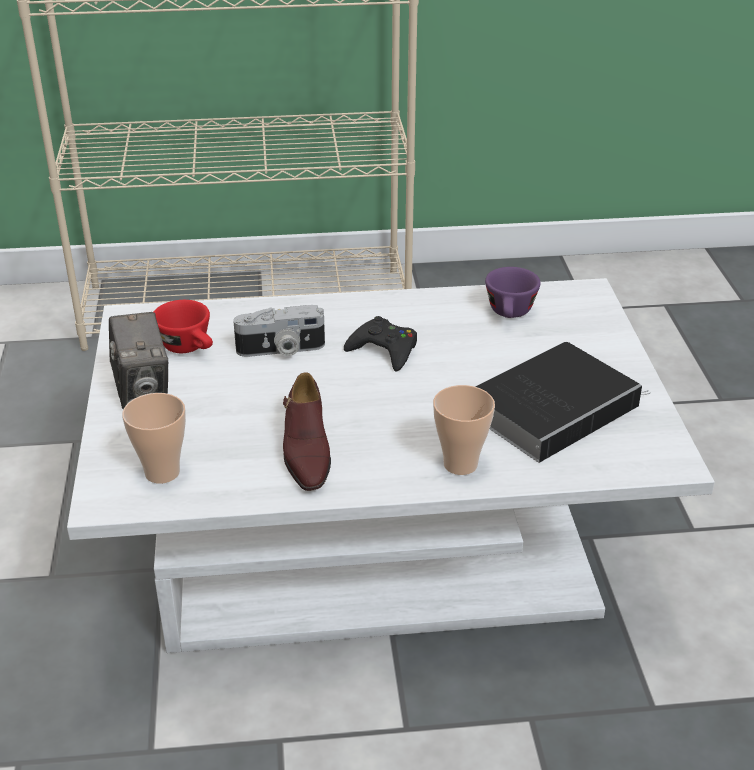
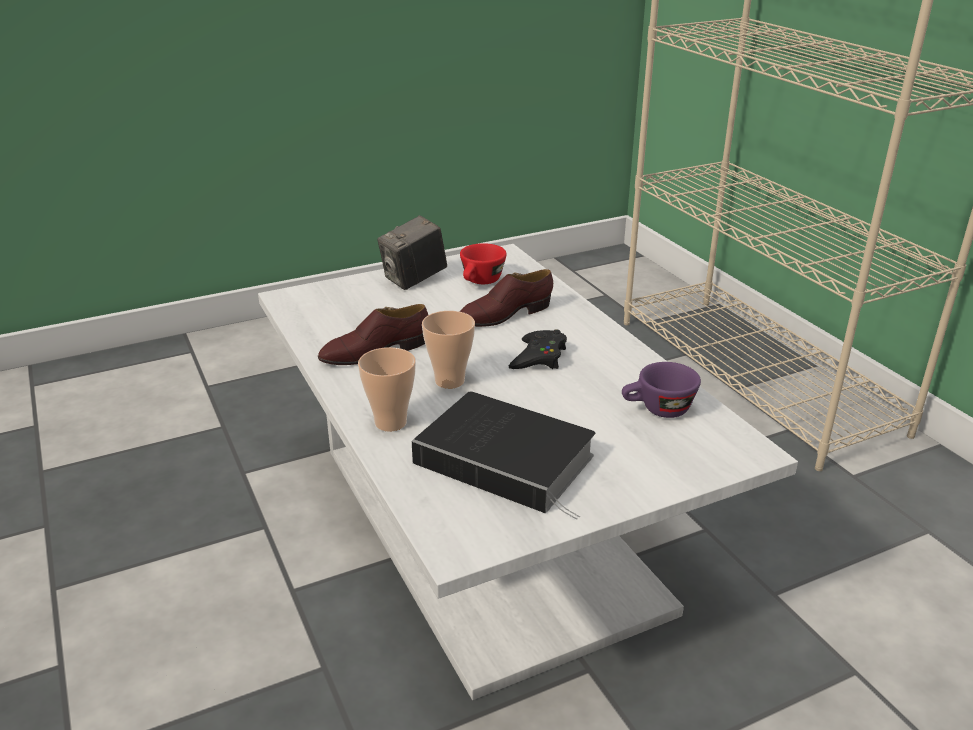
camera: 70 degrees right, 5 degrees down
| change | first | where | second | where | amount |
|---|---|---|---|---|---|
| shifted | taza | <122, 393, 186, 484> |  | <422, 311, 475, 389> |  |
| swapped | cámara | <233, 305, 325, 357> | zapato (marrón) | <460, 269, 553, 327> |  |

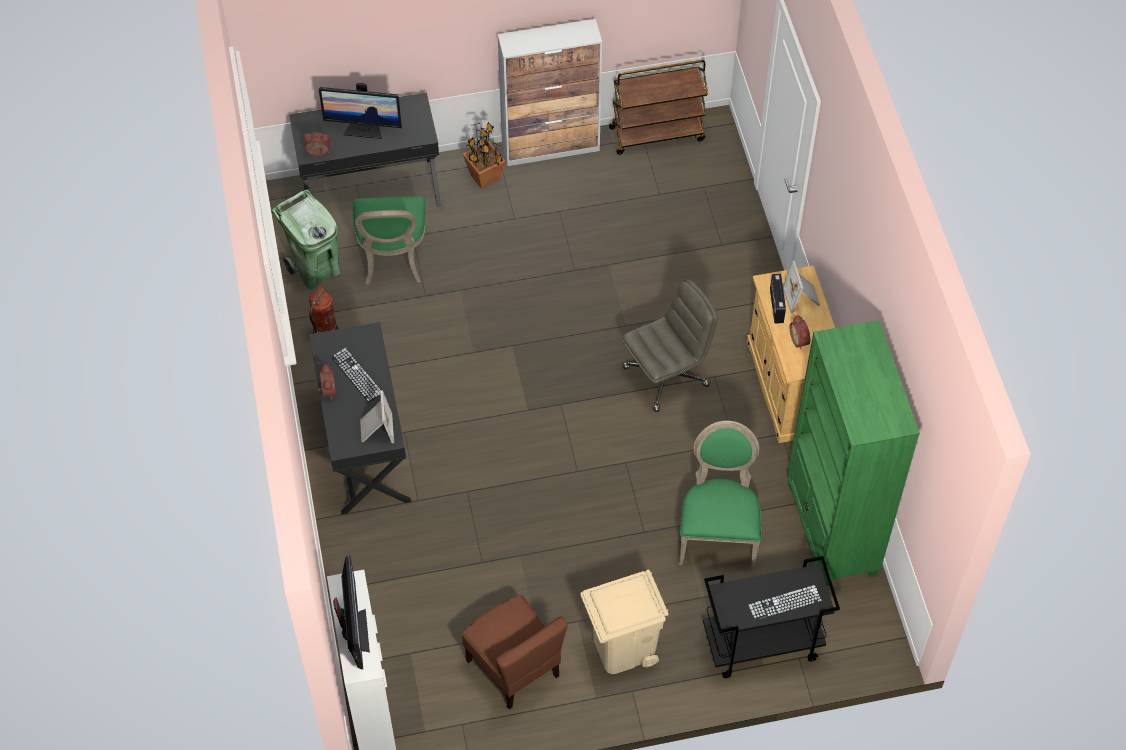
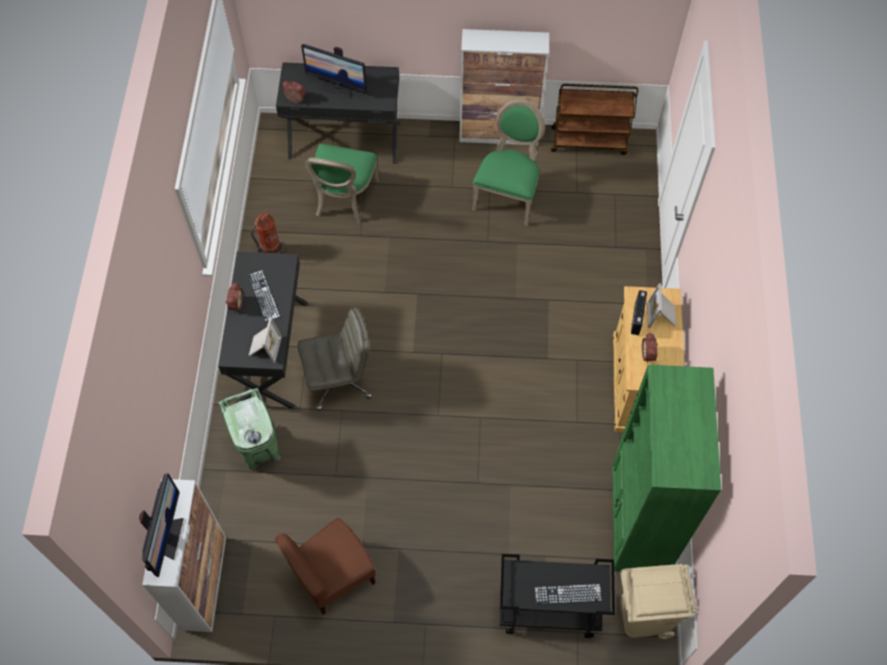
camera: 15 degrees right, 5 degrees up
| change | first | where | second | where | amount |
|---|---|---|---|---|---|
| shifted | papelera (verde) | <271, 189, 341, 290> |  | <218, 388, 281, 470> |  |
| rotated | silla (marrón) | <462, 595, 568, 709> |  | <275, 518, 376, 615> | 75 degrees clockwise |
| gone | planta en maceta | <463, 122, 505, 189> |  |  |  |
| shifted | papelera (beis) | <581, 570, 669, 674> |  | <620, 564, 697, 639> |  |
| shifted | silla de oficina (gris) | <622, 279, 718, 412> |  | <297, 308, 372, 411> |  |
| shifted | silla (verde) | <679, 421, 762, 570> |  | <472, 99, 545, 226> |  |

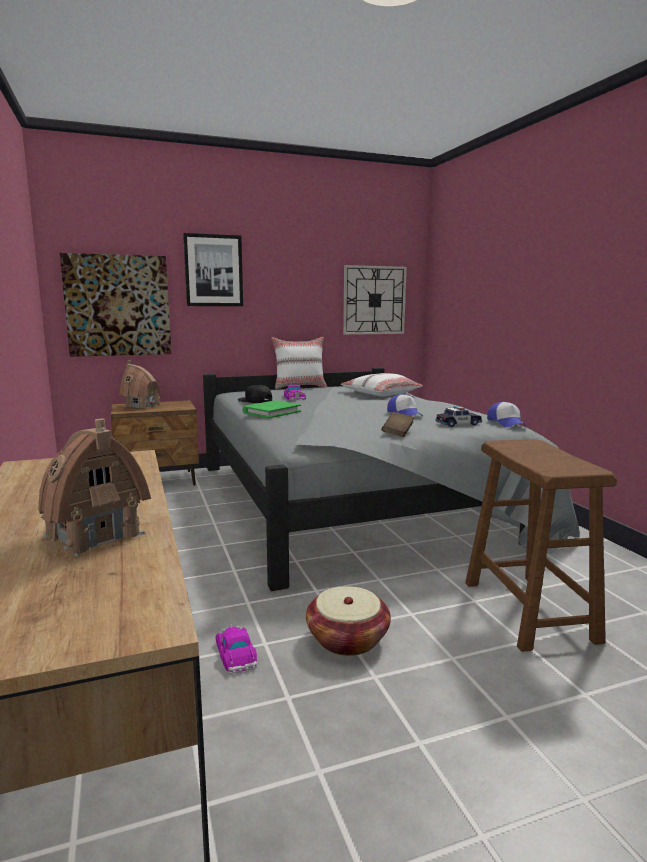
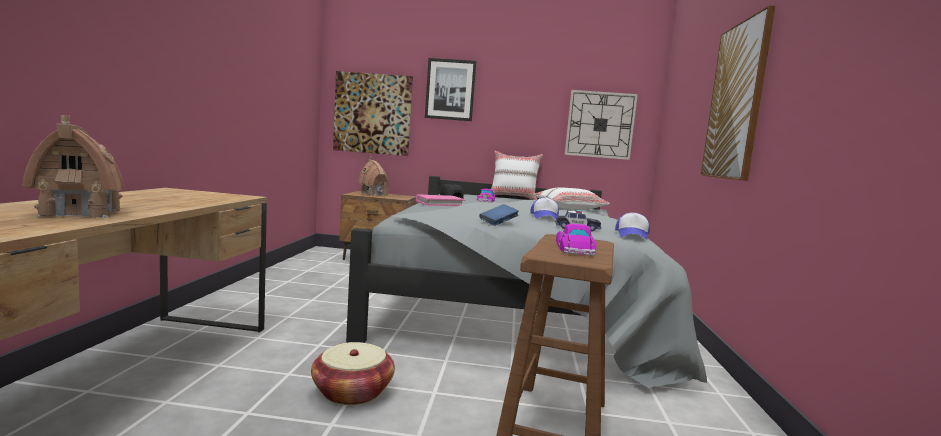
camera: 25 degrees right, 5 degrees down
| change | first | where | second | where | amount |
|---|---|---|---|---|---|
| shifted | coche de juguete | <216, 623, 257, 674> |  | <556, 224, 597, 256> |  |
| repainted | libro (verde) | <242, 400, 301, 418> | libro (rosa) | <416, 194, 465, 206> |  |
| repainted | libro (marrón) | <382, 412, 415, 437> | libro (azul) | <479, 204, 519, 226> |  |
| new |  |  | cuadro | <701, 5, 776, 181> |  |

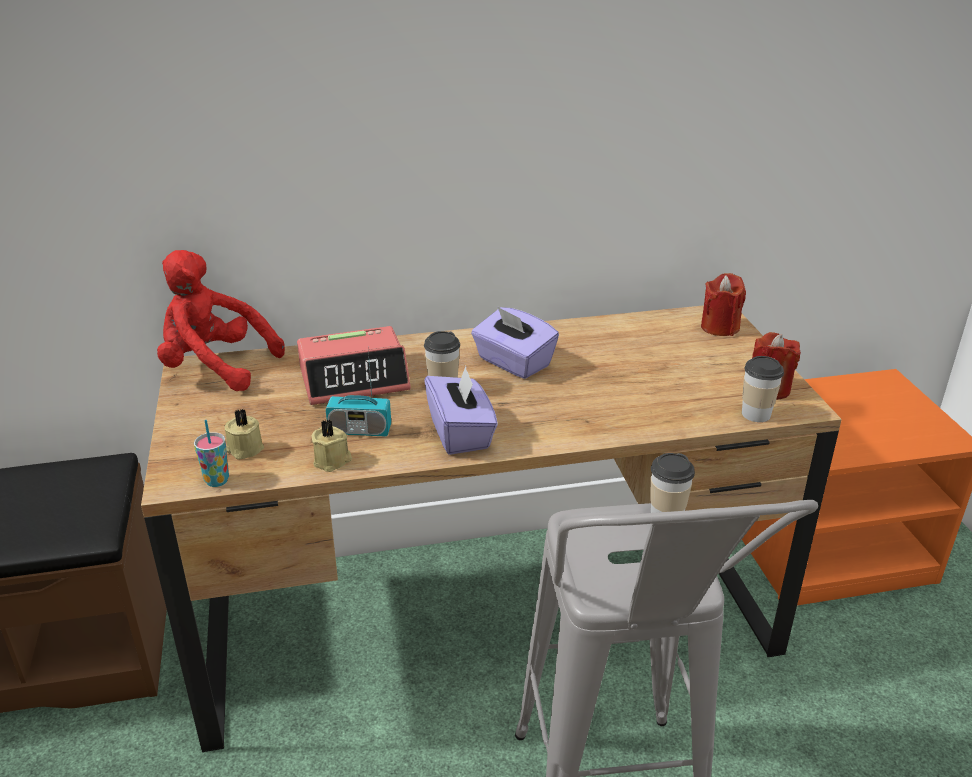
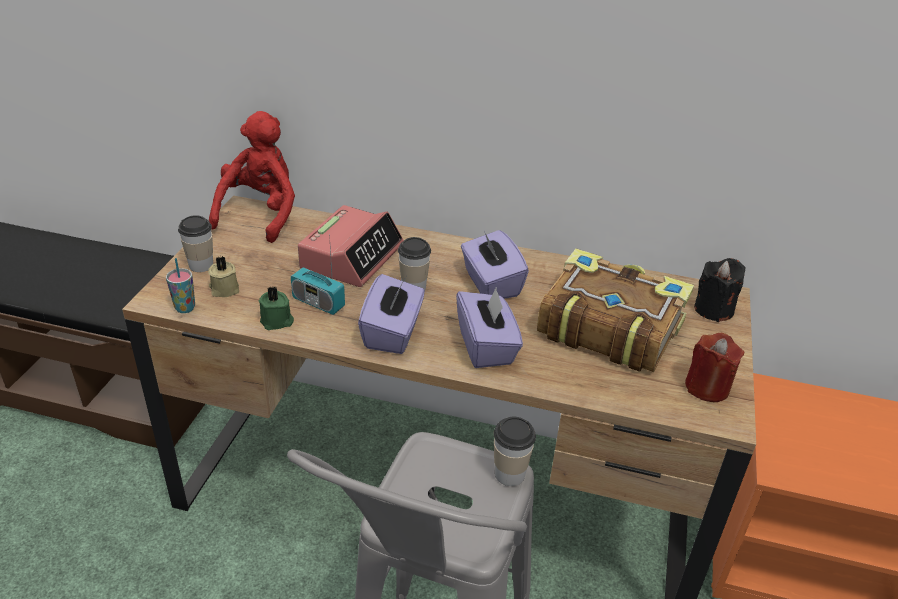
camera: 25 degrees right, 5 degrees up
| change | first | where | second | where | amount |
|---|---|---|---|---|---|
| rotated | peluche (rojo) | <157, 250, 285, 391> |  | <209, 111, 295, 243> | 60 degrees clockwise |
| rotated | despertador | <297, 326, 411, 405> |  | <298, 205, 404, 287> | 75 degrees counterclockwise |
| repainted | vela (beis) | <312, 420, 352, 472> | vela (verde) | <259, 287, 294, 330> |  |
| repainted | vela (rojo) | <701, 273, 746, 336> | vela (negro) | <694, 258, 745, 322> |  |
| shifted | taza | <742, 356, 784, 422> |  | <178, 215, 213, 272> |  |
| new |  |  | caja de pañuelos (morado) | <456, 286, 523, 368> |  |
| new |  |  | libro | <537, 249, 694, 372> |  |

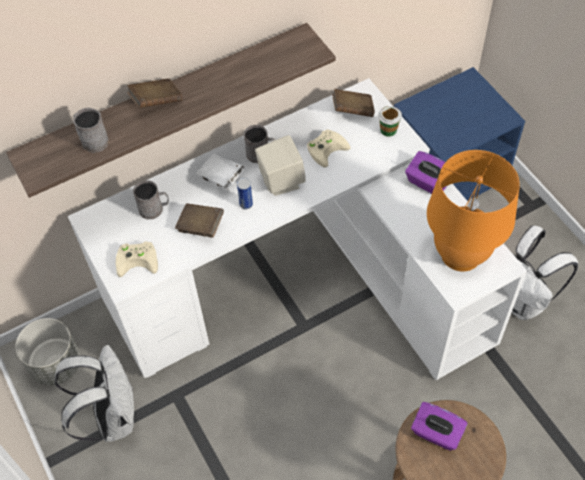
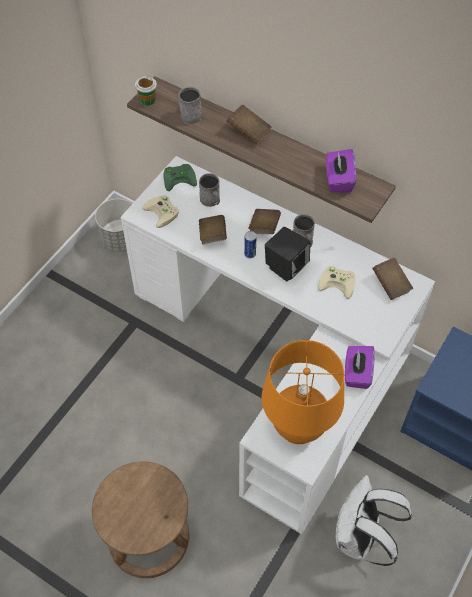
camera: 60 degrees right, 0 degrees up
| change | first | where | second | where | amount |
|---|---|---|---|---|---|
| gone | mochila (blanco) | <55, 345, 134, 442> |  |  |  |
| repainted | libro (blanco) | <197, 153, 244, 190> | libro (marrón) | <248, 209, 281, 234> |  |
| repainted | altavoz (beis) | <255, 135, 306, 196> | altavoz (negro) | <265, 227, 310, 281> |  |
| shifted | taza | <378, 106, 402, 137> |  | <135, 76, 157, 106> |  |
| shifted | caja de pañuelos (morado) | <411, 402, 468, 451> |  | <326, 149, 356, 192> |  |
| new |  |  | mando de consola (verde) | <163, 164, 197, 191> |  |

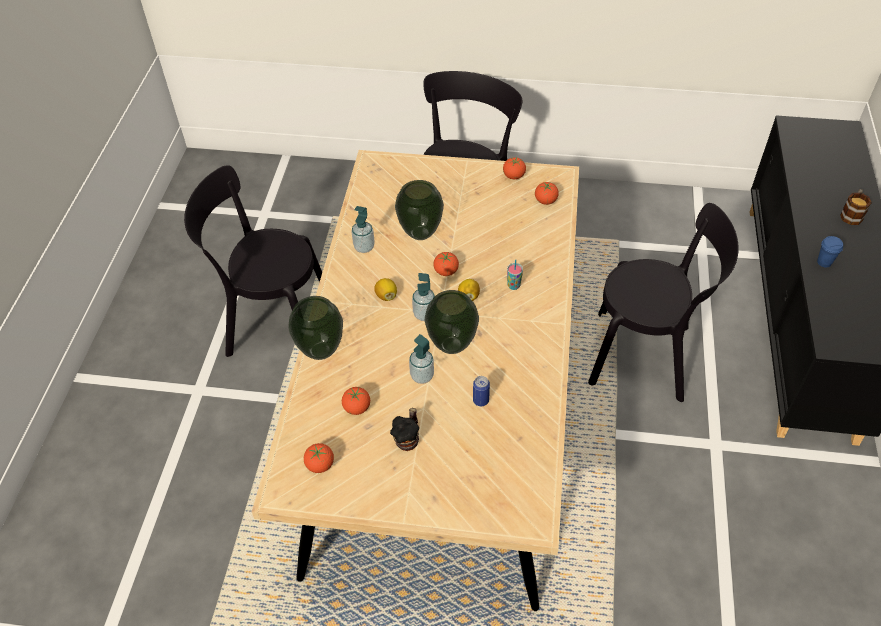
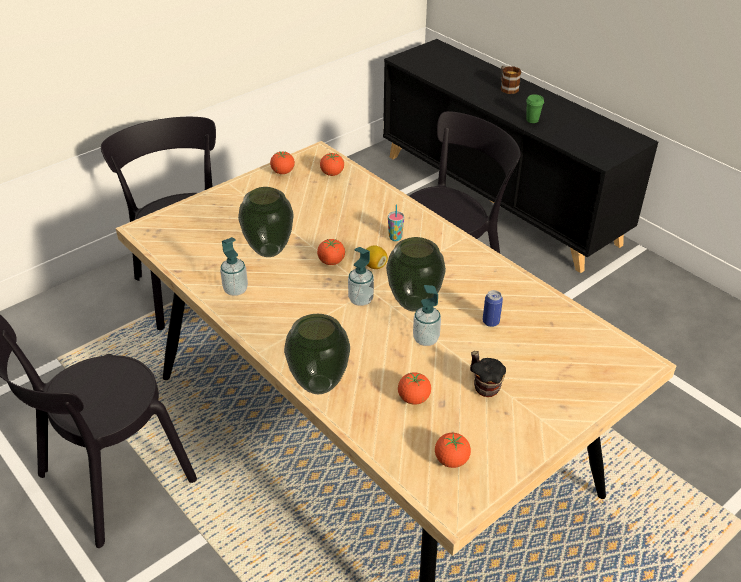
camera: 50 degrees left, 10 degrees down
| change | first | where | second | where | amount |
|---|---|---|---|---|---|
| gone | limón | <374, 278, 397, 301> |  |  |  |
| repainted | taza (azul) | <817, 236, 843, 267> | taza (verde) | <526, 94, 544, 123> |  |

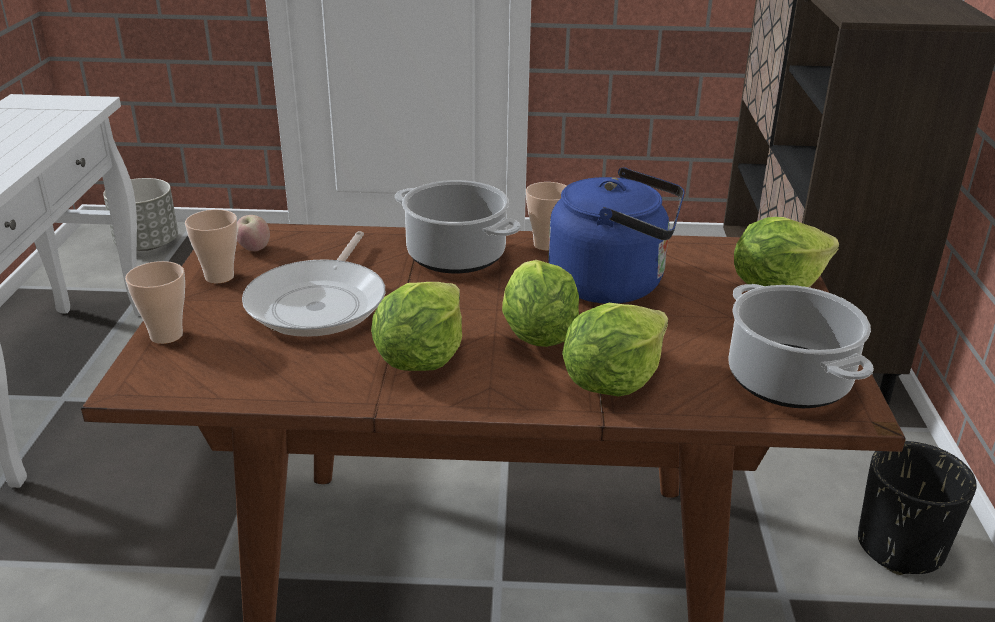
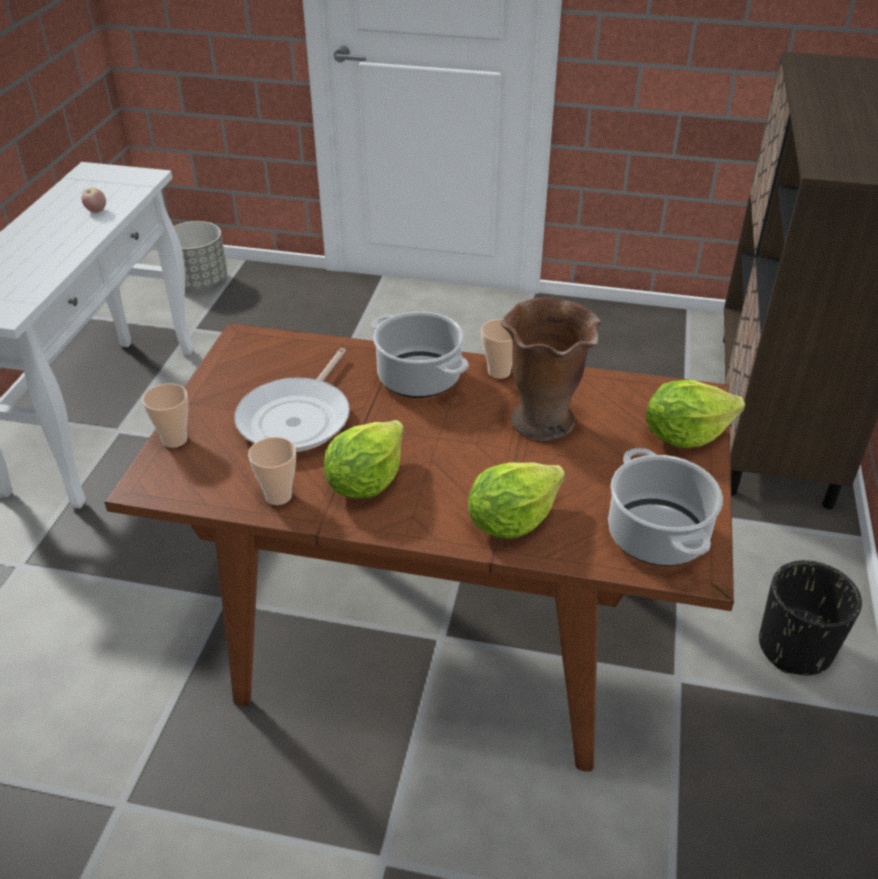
camera: 10 degrees right, 10 degrees up
| change | first | where | second | where | amount |
|---|---|---|---|---|---|
| shifted | taza | <185, 209, 237, 284> |  | <248, 437, 296, 505> |  |
| shifted | manzana | <237, 215, 270, 252> |  | <81, 188, 106, 213> |  |
| gone | lechuga | <502, 260, 579, 347> |  |  |  |
| swapped | hervidor (azul) | <548, 167, 685, 304> | florero (marrón) | <501, 297, 601, 441> |  |

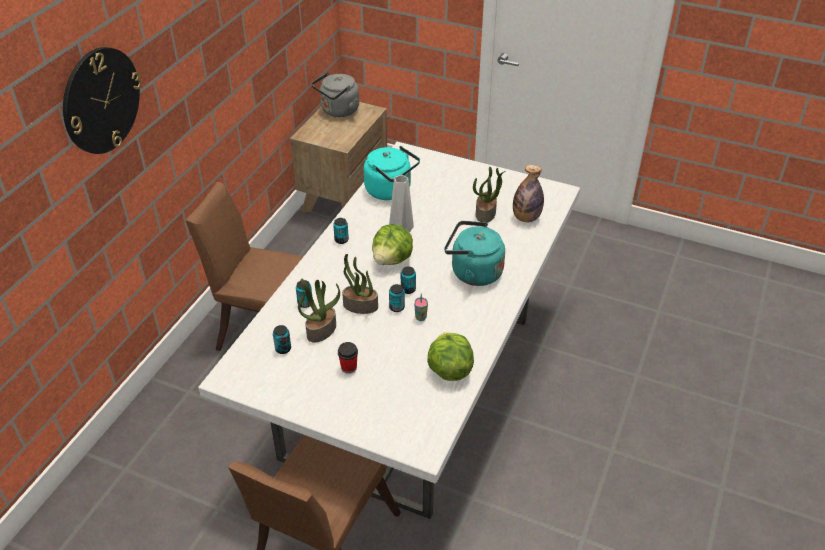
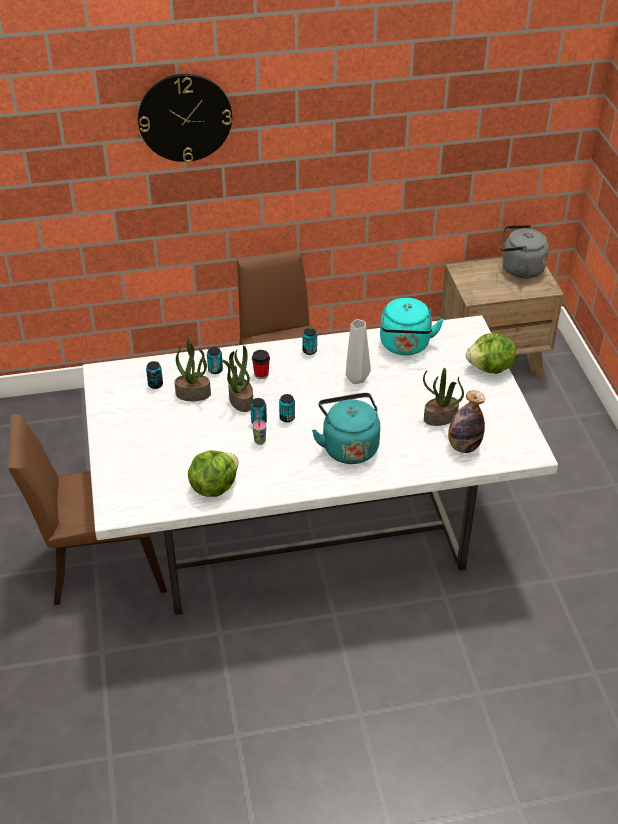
camera: 55 degrees right, 0 degrees up
| change | first | where | second | where | amount |
|---|---|---|---|---|---|
| shifted | taza | <338, 342, 358, 374> |  | <252, 350, 270, 379> |  |
| shifted | lechuga | <372, 224, 413, 265> |  | <466, 333, 516, 374> |  |

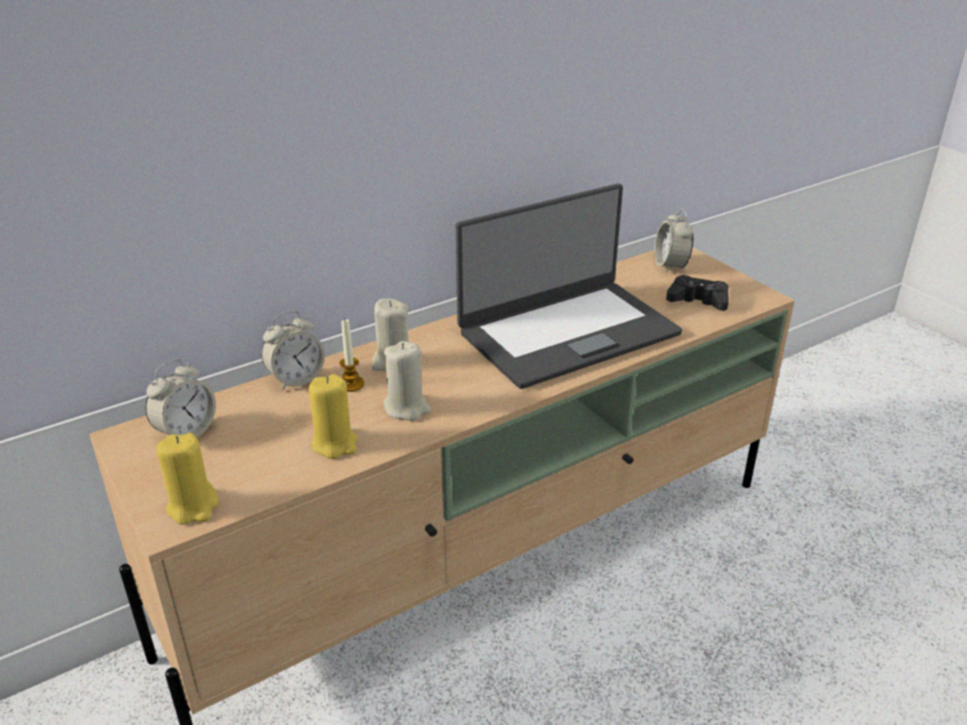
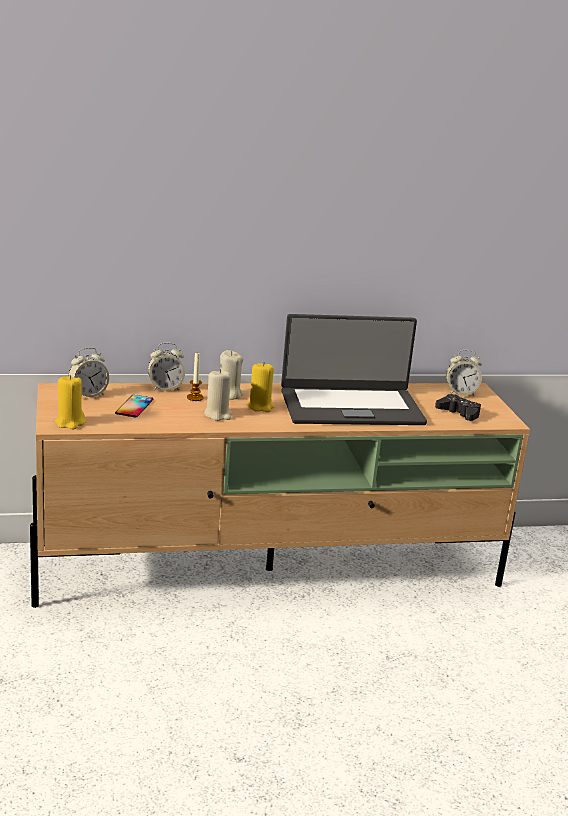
camera: 20 degrees right, 10 degrees down
| change | first | where | second | where | amount |
|---|---|---|---|---|---|
| shifted | vela (amarillo) | <309, 374, 358, 459> |  | <247, 363, 274, 412> |  |
| rotated | despertador | <654, 208, 693, 273> |  | <446, 350, 482, 396> | 105 degrees counterclockwise |
| new |  |  | móvil | <115, 395, 154, 417> |  |

